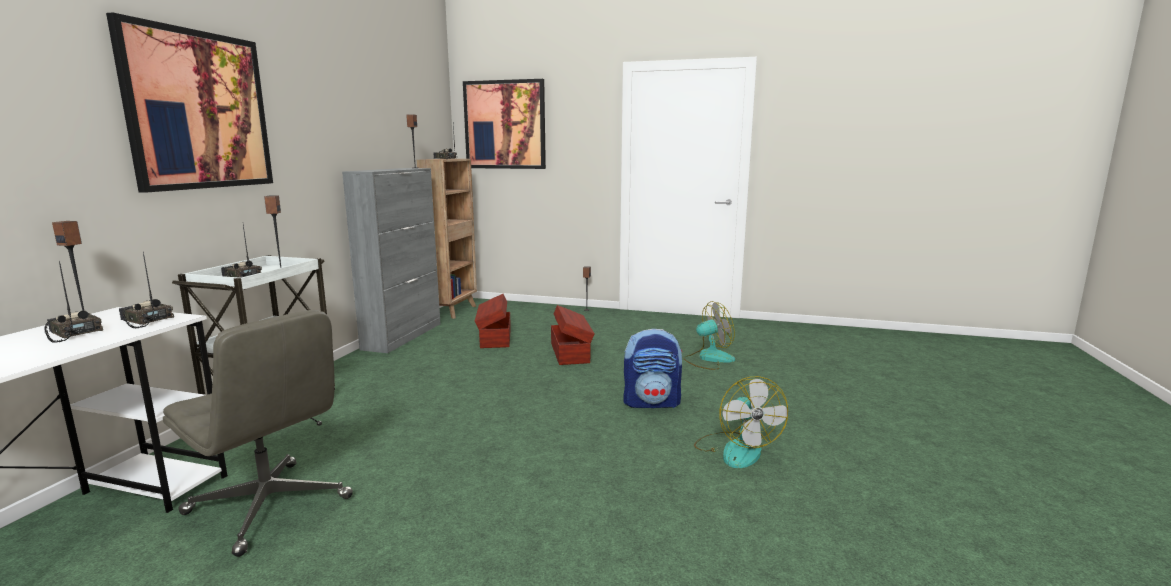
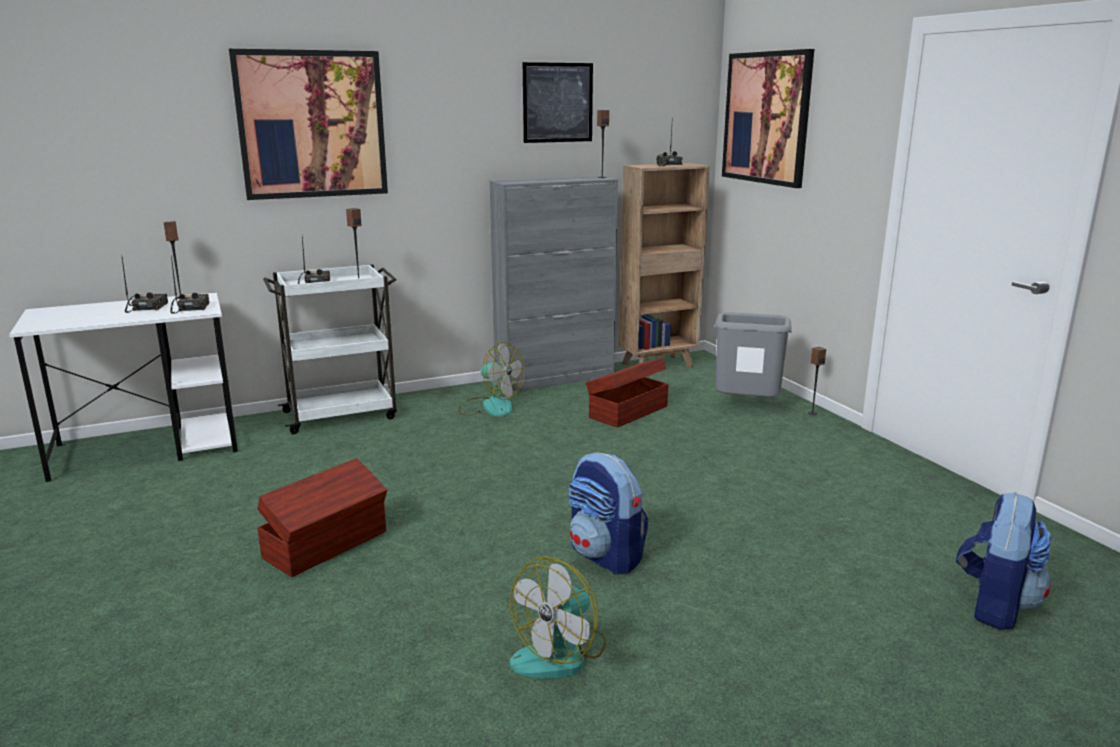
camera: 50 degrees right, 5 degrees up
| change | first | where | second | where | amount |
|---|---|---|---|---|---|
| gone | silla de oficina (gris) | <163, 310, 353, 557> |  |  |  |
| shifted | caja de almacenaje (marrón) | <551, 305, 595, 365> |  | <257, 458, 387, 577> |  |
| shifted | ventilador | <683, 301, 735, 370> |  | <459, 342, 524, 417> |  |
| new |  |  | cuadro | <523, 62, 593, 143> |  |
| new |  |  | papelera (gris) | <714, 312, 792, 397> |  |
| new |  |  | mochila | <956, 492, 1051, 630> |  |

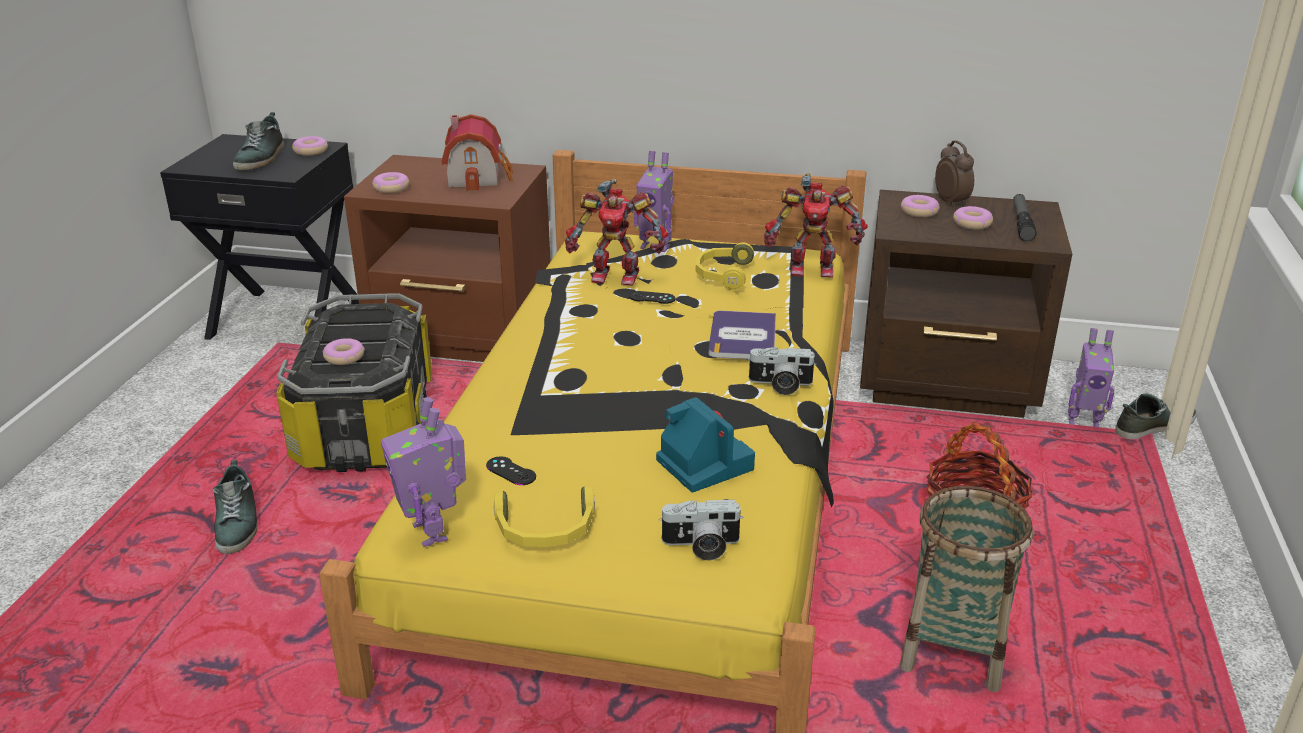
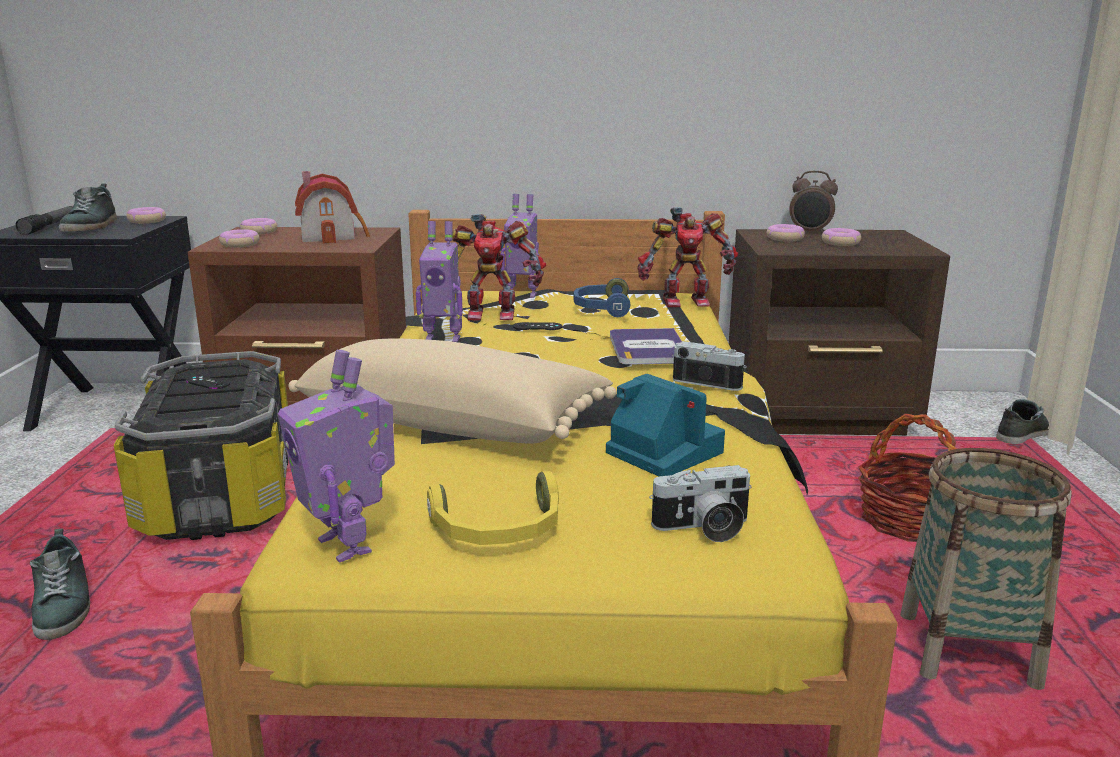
camera: 10 degrees left, 10 degrees down
| change | first | where | second | where | amount |
|---|---|---|---|---|---|
| shifted | rosquilla | <323, 338, 365, 365> |  | <239, 218, 278, 235> |  |
| shifted | mando de consola (negro) | <486, 457, 536, 485> |  | <186, 375, 230, 389> |  |
| repainted | auriculares (amarillo) | <696, 243, 754, 290> | auriculares (azul) | <573, 278, 630, 317> |  |
| rotated | cámara | <747, 347, 816, 395> |  | <672, 341, 747, 391> | 150 degrees counterclockwise |
| rotated | despertador | <935, 140, 974, 207> |  | <789, 171, 838, 233> | 135 degrees clockwise |
| shifted | linterna | <1013, 194, 1036, 242> |  | <16, 206, 73, 235> |  |
| shifted | robot de juguete | <1068, 328, 1114, 427> |  | <416, 221, 463, 342> |  |
| new |  |  | cojín (beis) | <288, 339, 617, 444> |  |

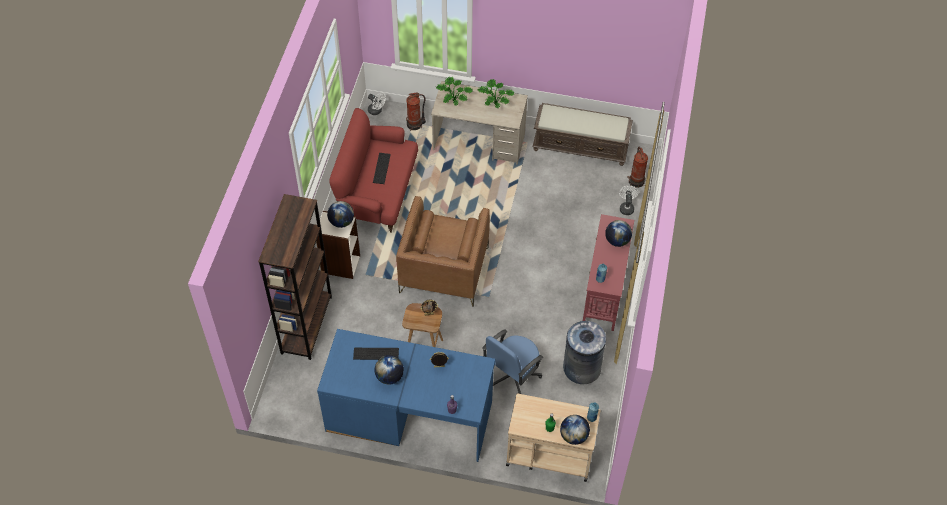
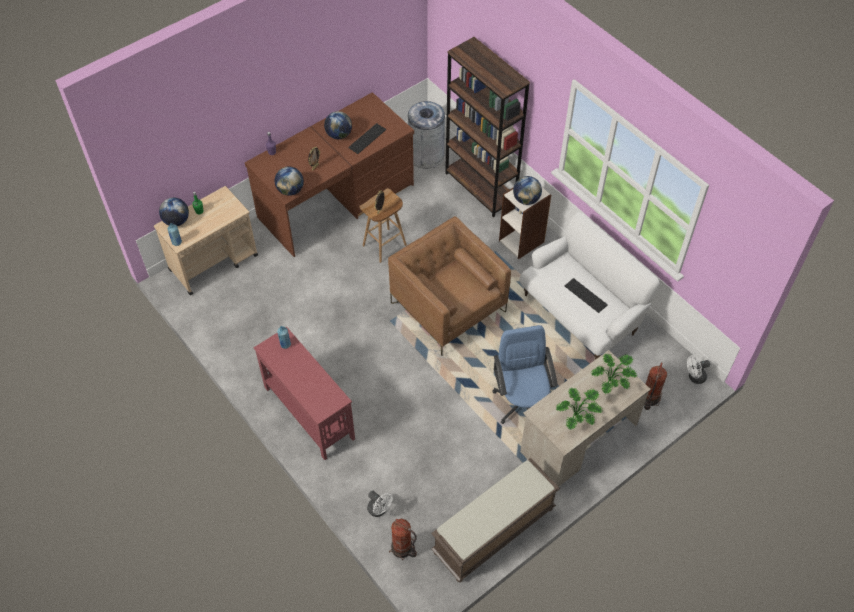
camera: 130 degrees right, 0 degrees up
| change | first | where | second | where | amount |
|---|---|---|---|---|---|
| repainted | escritorio (azul) | <317, 329, 496, 462> | escritorio (marrón) | <245, 92, 414, 257> |  |
| repainted | sofá (rojo) | <329, 108, 418, 233> | sofá (blanco) | <519, 212, 660, 360> |  |
| shifted | silla de oficina (azul) | <482, 329, 543, 394> |  | <492, 325, 558, 424> |  |
| shifted | papelera (gris) | <563, 321, 606, 384> |  | <408, 101, 446, 169> |  |
| shifted | globo terráqueo | <605, 220, 632, 247> |  | <275, 166, 304, 196> |  |

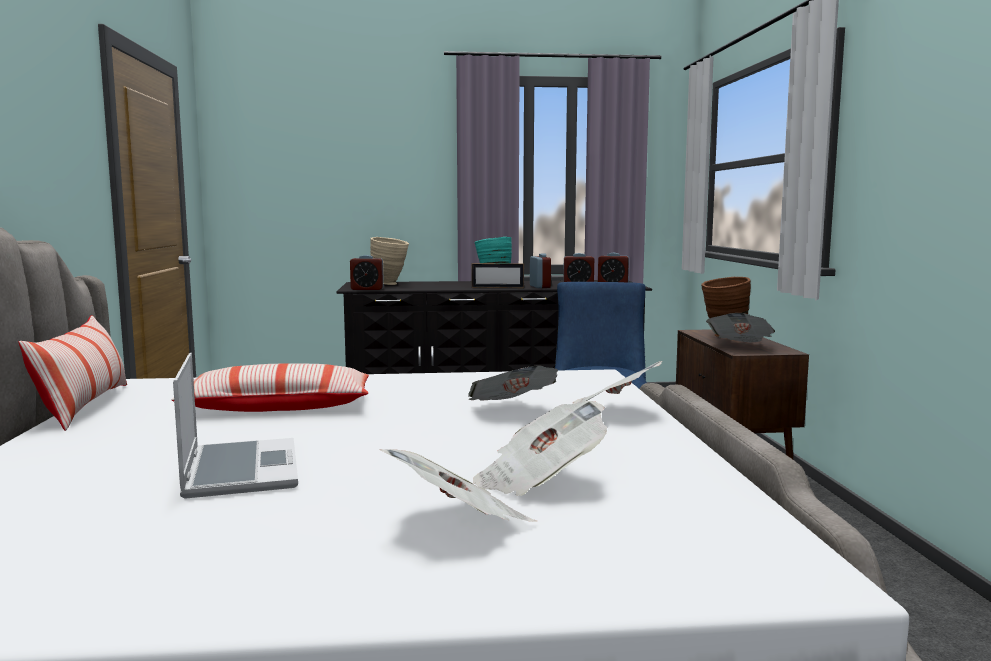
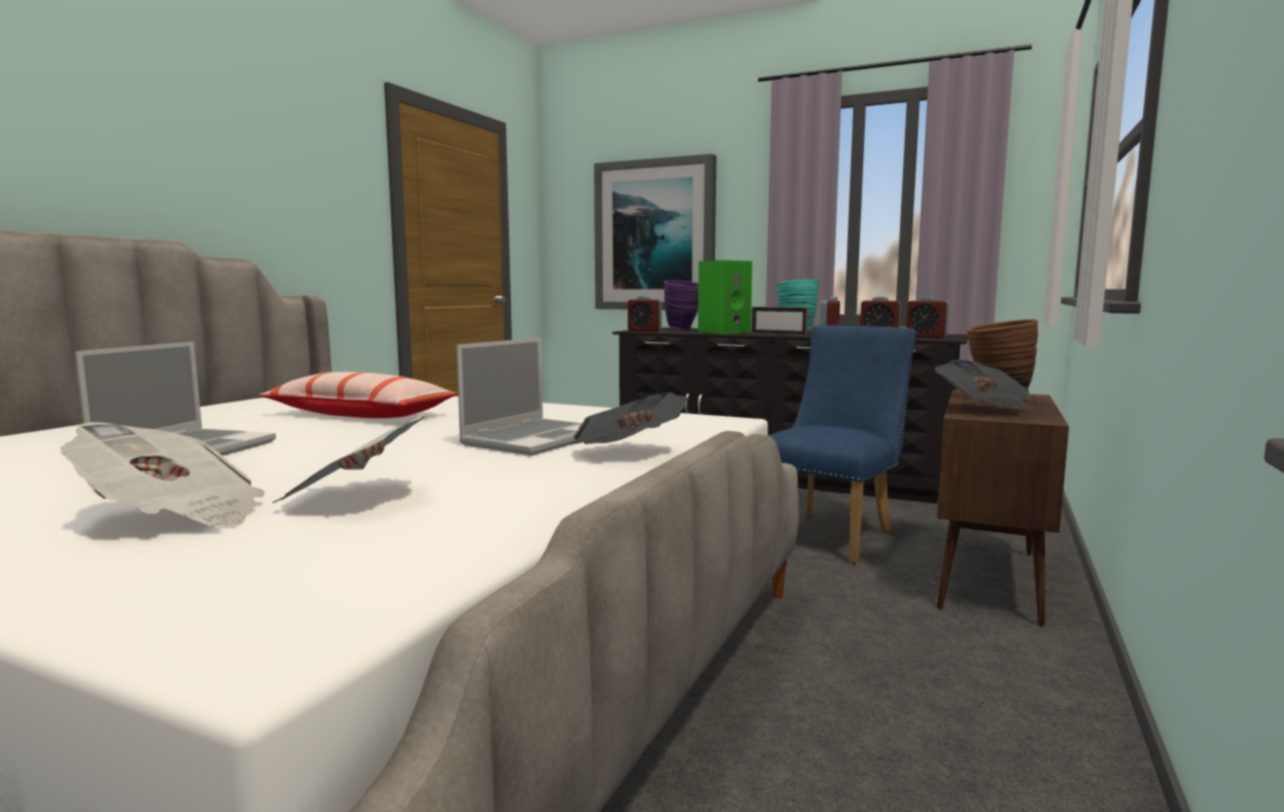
camera: 30 degrees right, 0 degrees up
| change | first | where | second | where | amount |
|---|---|---|---|---|---|
| gone | cojín | <19, 315, 127, 431> |  |  |  |
| repainted | florero (beis) | <370, 237, 409, 285> | florero (morado) | <664, 280, 698, 330> |  |
| swapped | periódico | <468, 365, 558, 401> | portátil | <456, 338, 581, 456> |  |
| new |  |  | cuadro | <594, 154, 716, 310> |  |
| new |  |  | altavoz (verde) | <698, 260, 752, 334> |  |

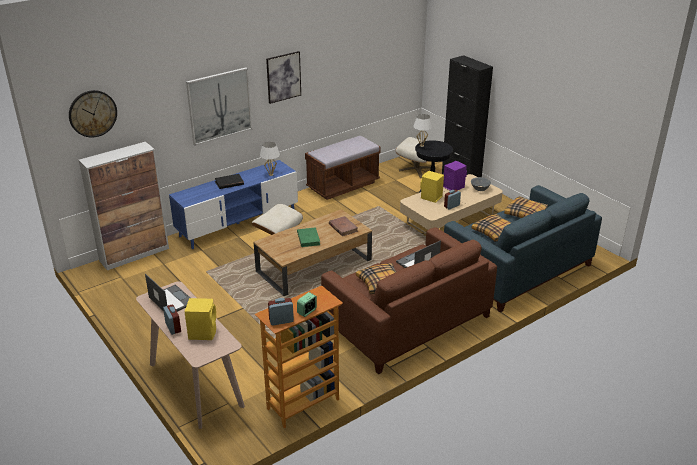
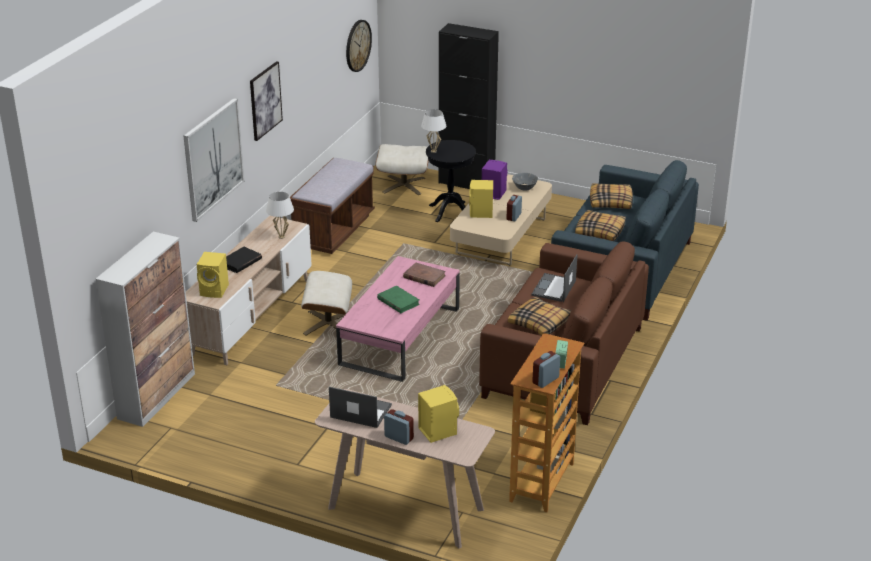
camera: 30 degrees left, 0 degrees up
| change | first | where | second | where | amount |
|---|---|---|---|---|---|
| shifted | reloj de pared | <69, 90, 117, 138> |  | <346, 20, 372, 72> |  |
| repainted | mueble de televisión (azul) | <169, 160, 298, 249> | mueble de televisión (beis) | <186, 215, 312, 365> |  |
| repainted | mesa de centro (marrón) | <253, 209, 372, 296> | mesa de centro (rosa) | <336, 256, 460, 382> |  |
| new |  |  | altavoz (amarillo) | <197, 252, 229, 298> |  |

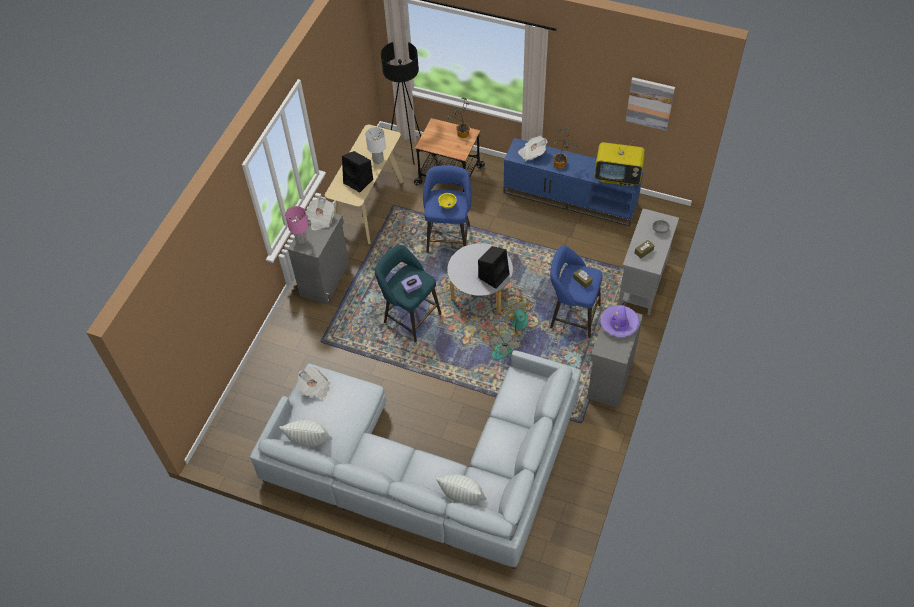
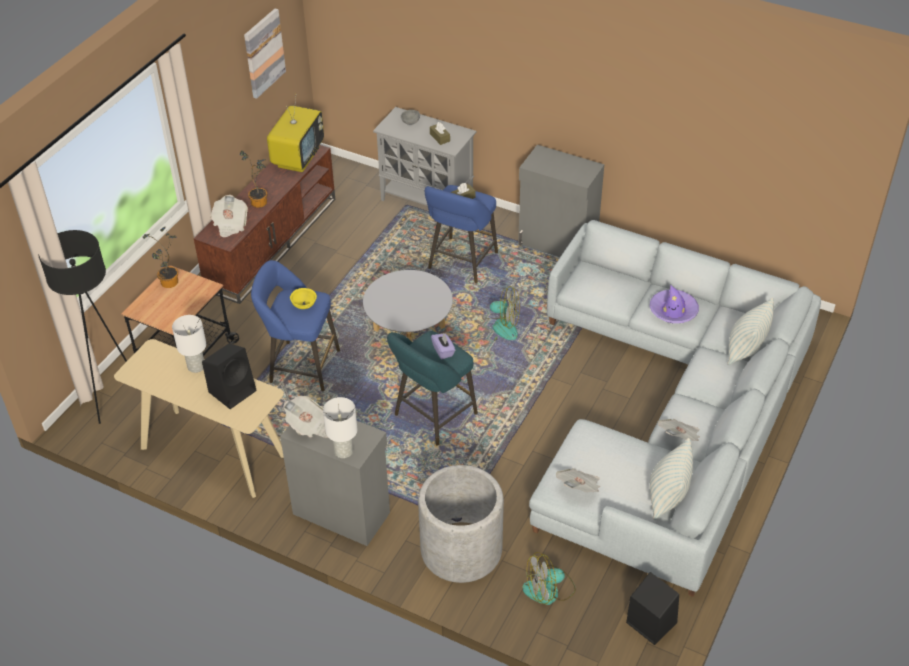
camera: 85 degrees left, 10 degrees down
| change | first | where | second | where | amount |
|---|---|---|---|---|---|
| repainted | lámpara de mesa (rosa) | <285, 206, 308, 244> | lámpara de mesa (blanco) | <323, 397, 357, 458> |  |
| shifted | altavoz (negro) | <478, 246, 510, 289> |  | <626, 572, 679, 645> |  |
| shifted | ventilador | <502, 298, 535, 339> |  | <522, 552, 576, 605> |  |
| repainted | mueble de televisión (azul) | <504, 138, 644, 226> | mueble de televisión (marrón) | <194, 145, 335, 304> |  |
| shifted | sombrero (morado) | <600, 305, 640, 337> |  | <650, 285, 699, 323> |  |
| new |  |  | maceta (gris) | <418, 465, 504, 583> |  |
| new |  |  | periódico | <658, 419, 700, 441> |  |

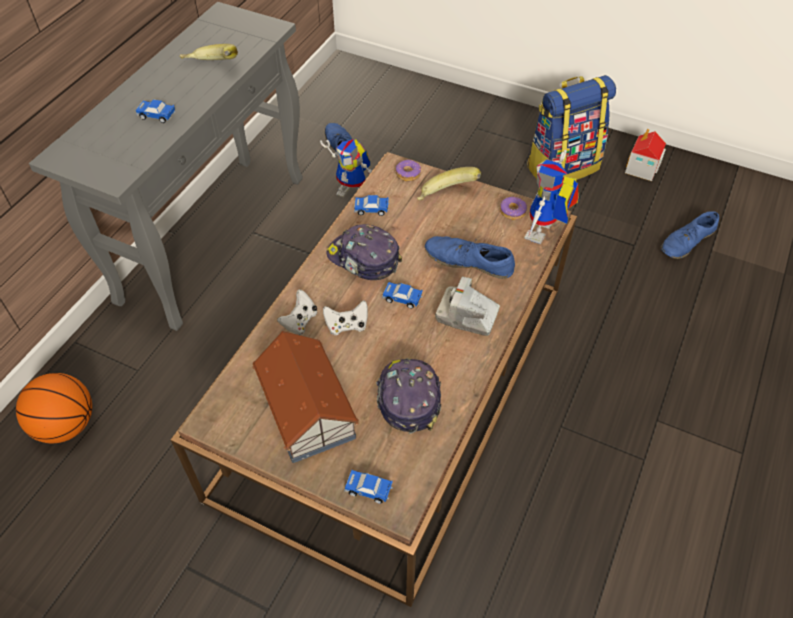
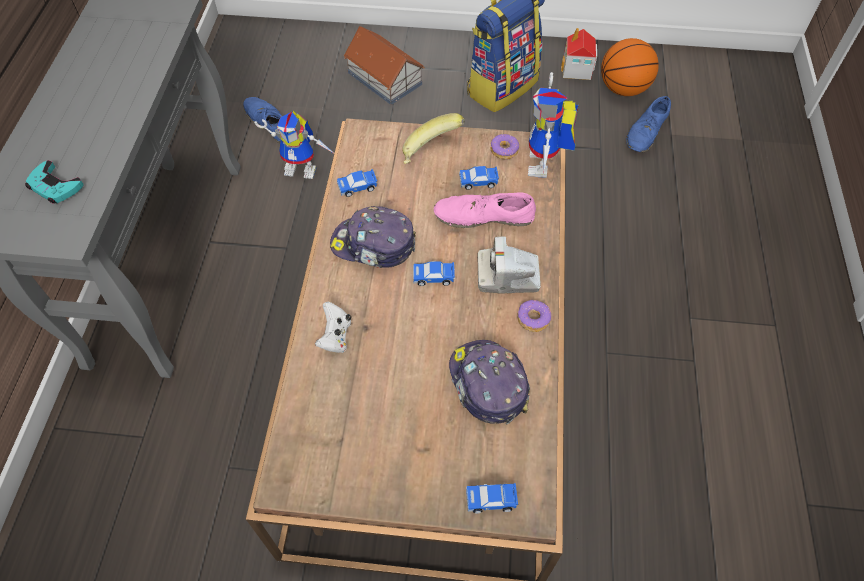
camera: 20 degrees left, 5 degrees up
| change | first | where | second | where | amount |
|---|---|---|---|---|---|
| shifted | balón de baloncesto | <16, 373, 92, 443> |  | <601, 38, 659, 96> |  |
| shifted | coche de juguete | <136, 99, 175, 123> |  | <459, 166, 499, 190> |  |
| gone | plátano | <180, 44, 238, 60> |  |  |  |
| shifted | casita | <252, 331, 359, 463> |  | <344, 26, 425, 105> |  |
| gone | mando de consola (blanco) | <323, 300, 368, 335> |  |  |  |
| shifted | rosquilla | <396, 160, 421, 181> |  | <517, 300, 551, 332> |  |
| repainted | zapato (azul) | <425, 236, 515, 279> | zapato (rosa) | <434, 192, 536, 228> |  |
| new |  |  | mando de consola (turquesa) | <25, 160, 83, 204> |  |

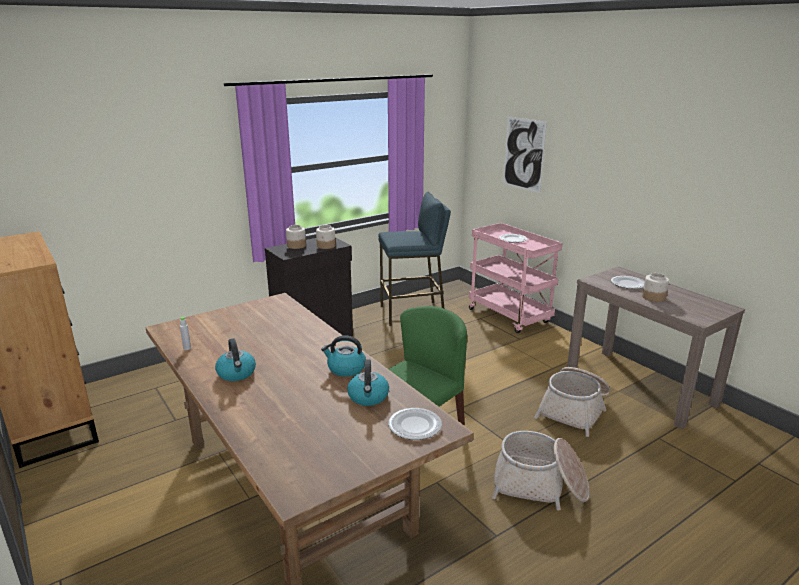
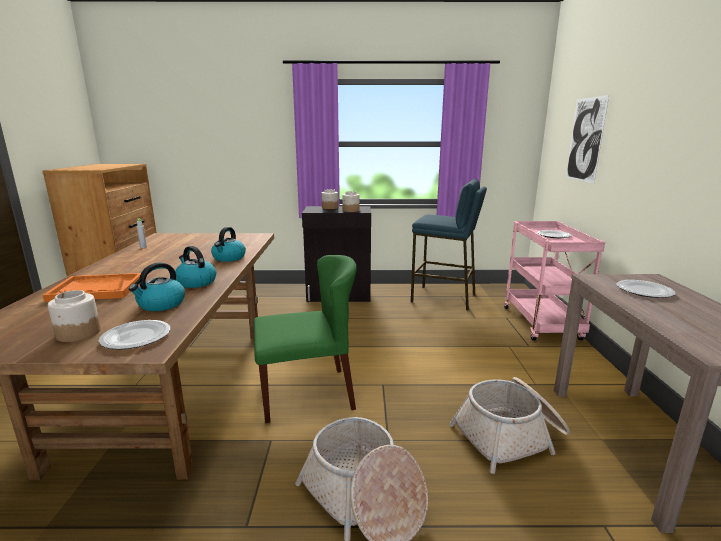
camera: 35 degrees right, 5 degrees down
| change | first | where | second | where | amount |
|---|---|---|---|---|---|
| shifted | hervidor | <215, 338, 256, 381> |  | <211, 227, 246, 262> |  |
| shifted | tarro | <642, 273, 669, 302> |  | <48, 290, 101, 342> |  |
| new |  |  | bandeja (naranja) | <43, 273, 141, 302> |  |

